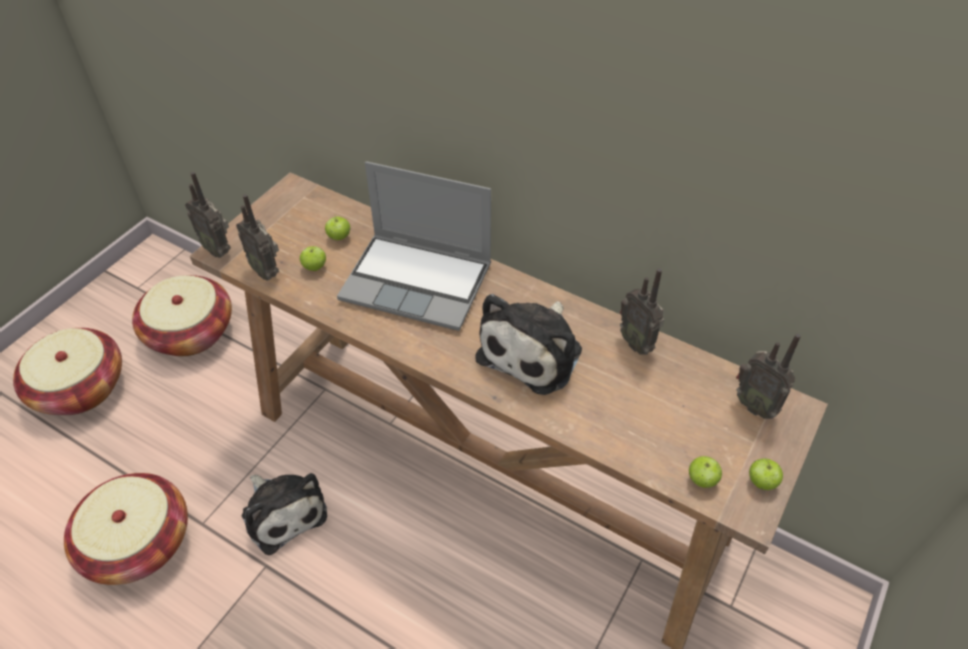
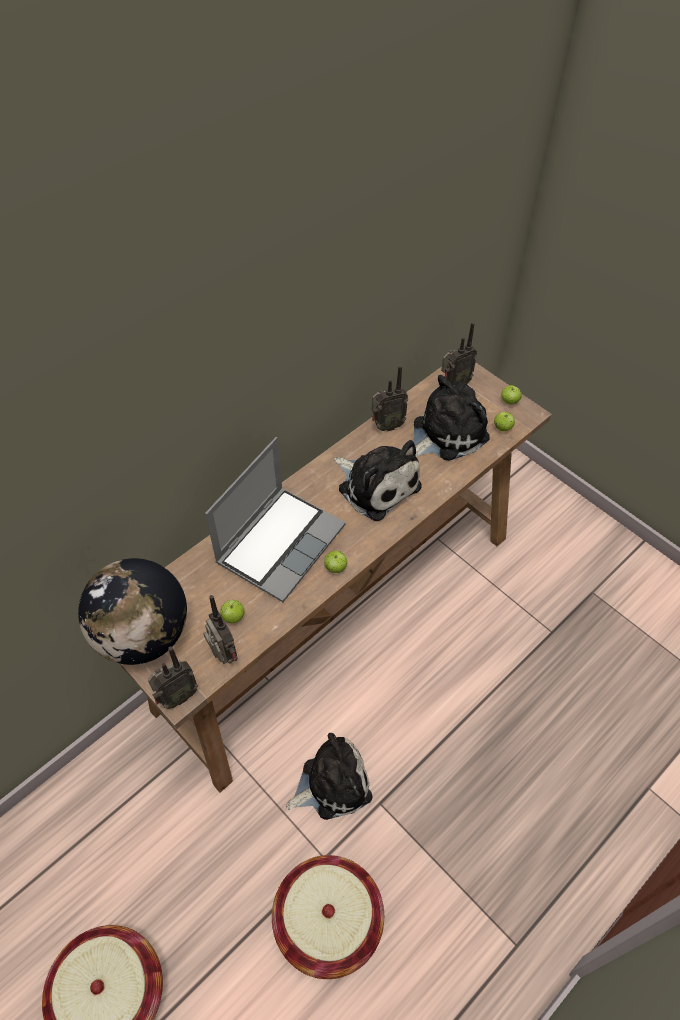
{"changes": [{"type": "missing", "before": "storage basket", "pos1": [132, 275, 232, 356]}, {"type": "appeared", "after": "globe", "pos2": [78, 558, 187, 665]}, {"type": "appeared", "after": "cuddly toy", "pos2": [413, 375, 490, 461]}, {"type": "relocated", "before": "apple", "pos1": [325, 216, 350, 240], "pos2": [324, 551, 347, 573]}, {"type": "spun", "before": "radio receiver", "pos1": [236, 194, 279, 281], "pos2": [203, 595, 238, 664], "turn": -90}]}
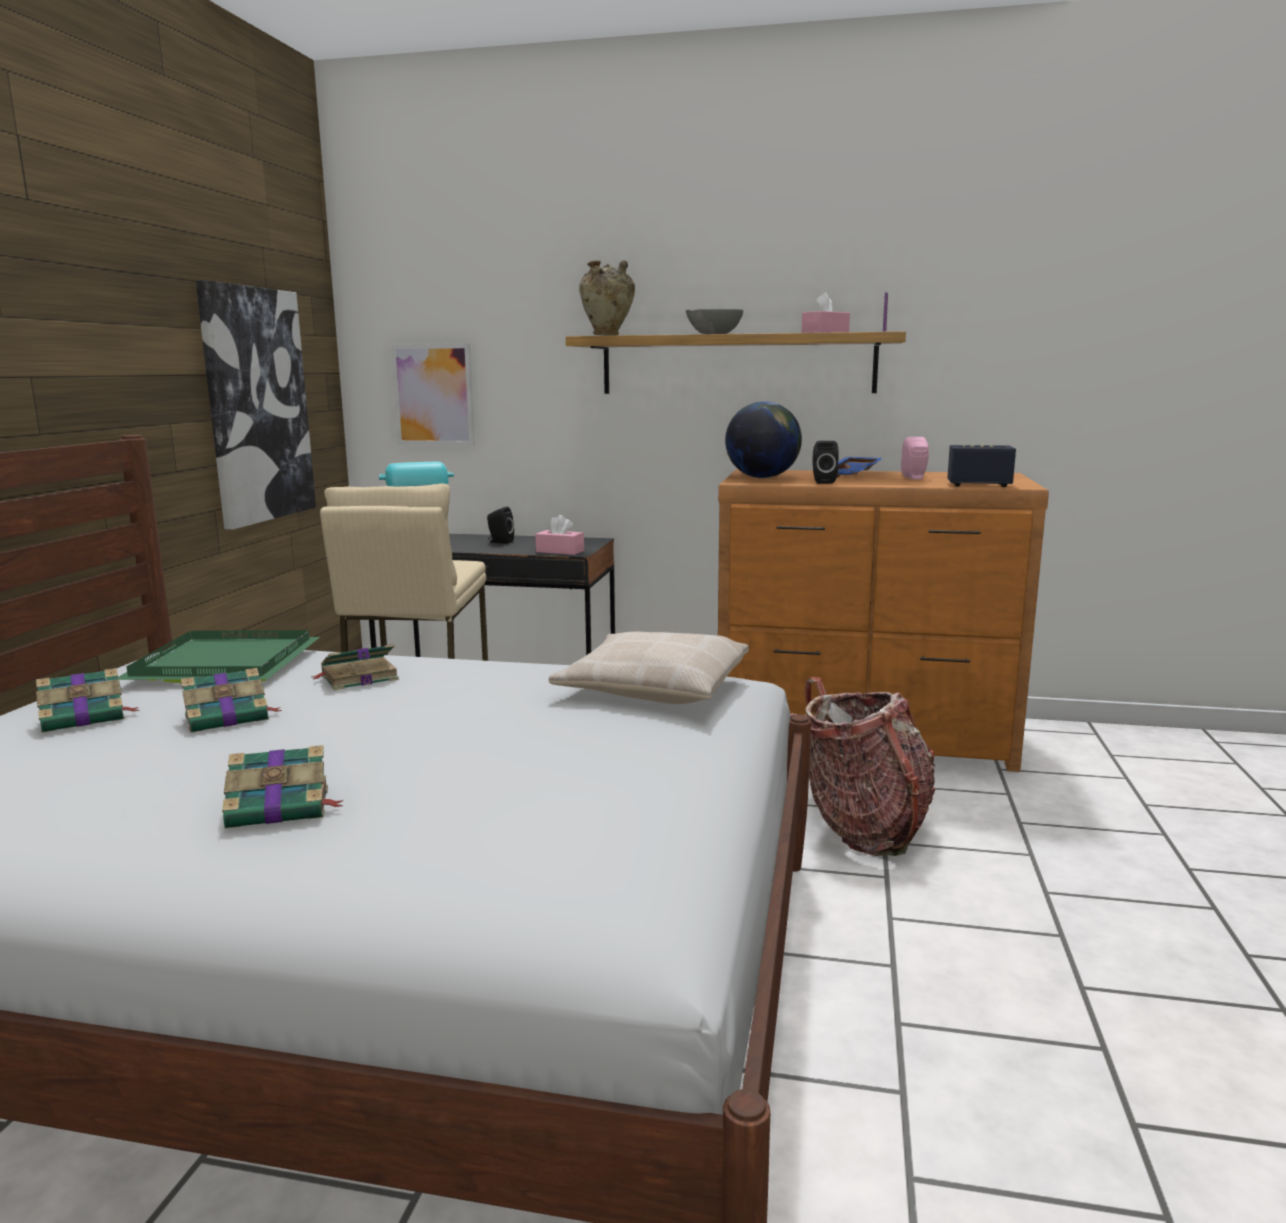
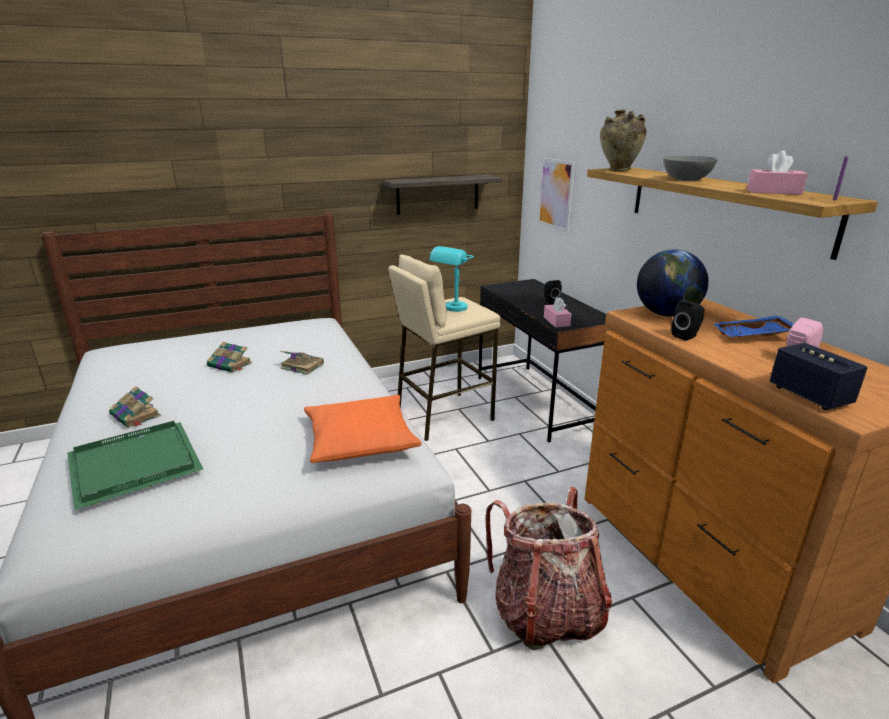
{"changes": [{"type": "missing", "before": "book", "pos1": [36, 668, 139, 733]}, {"type": "relocated", "before": "carrying tray/greenish", "pos1": [117, 630, 320, 683], "pos2": [67, 421, 203, 510]}, {"type": "exchanged", "before": "picture", "after": "shelf", "pos1": [196, 280, 316, 530], "pos2": [383, 175, 502, 215]}, {"type": "colour", "before": "throw pillow/beige-coloured", "after": "throw pillow/orange-coloured", "pos1": [549, 632, 749, 704], "pos2": [304, 395, 421, 463]}]}
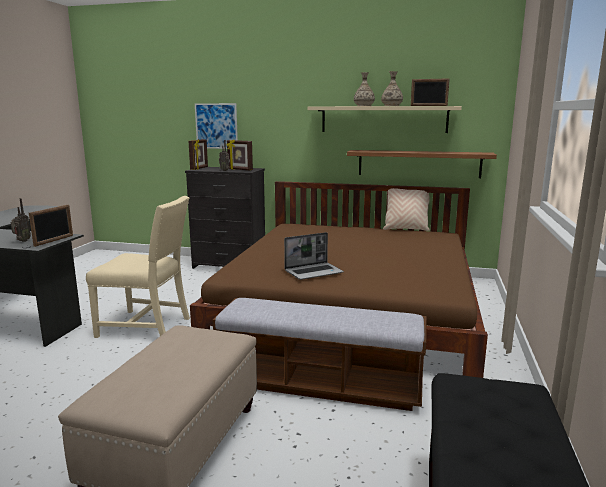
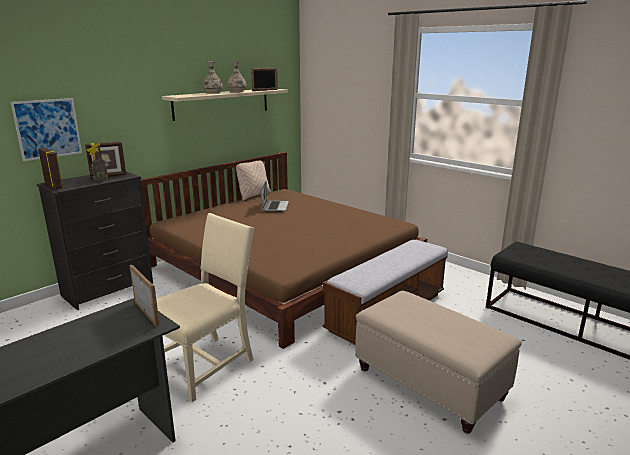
{"changes": [{"type": "missing", "before": "radio receiver", "pos1": [11, 198, 31, 242]}, {"type": "missing", "before": "shelf", "pos1": [347, 150, 497, 178]}, {"type": "relocated", "before": "notebook computer", "pos1": [284, 232, 344, 280], "pos2": [261, 180, 289, 212]}]}
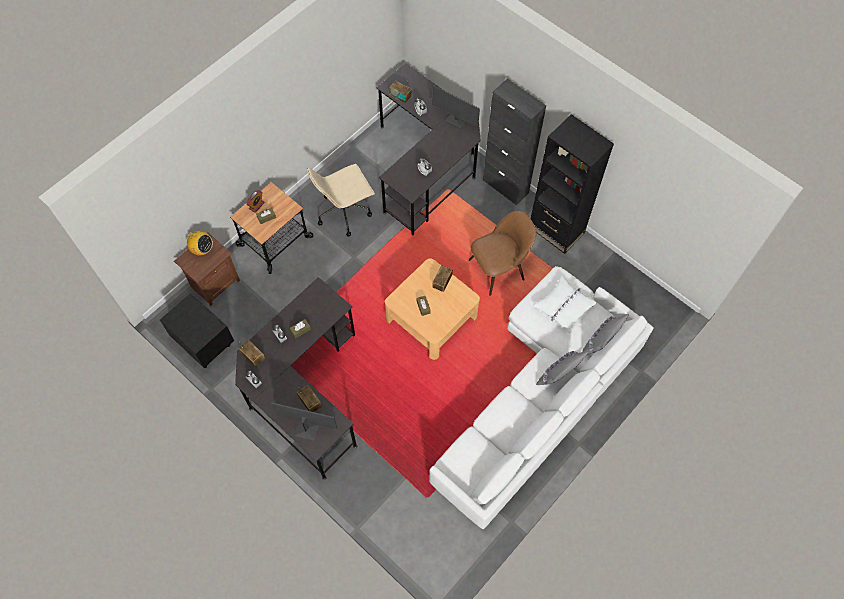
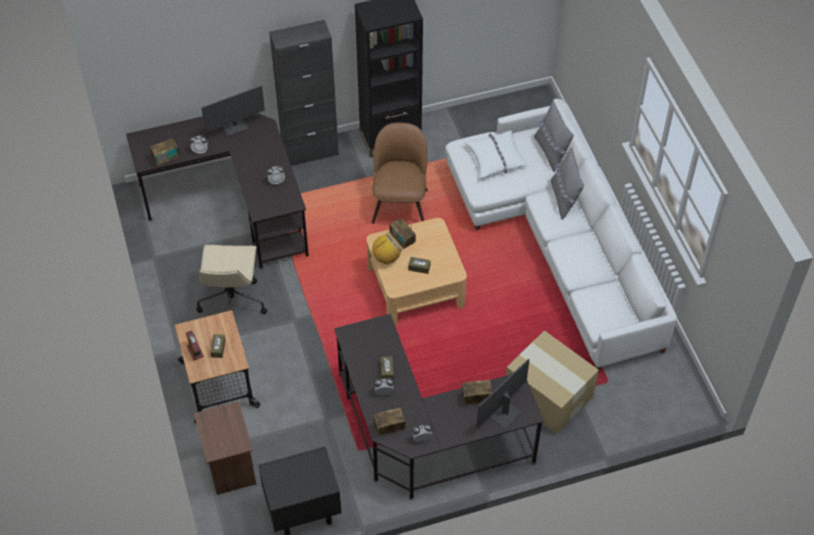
{"changes": [{"type": "appeared", "after": "carton", "pos2": [506, 330, 599, 434]}, {"type": "relocated", "before": "radio receiver", "pos1": [184, 231, 213, 255], "pos2": [372, 235, 401, 264]}]}
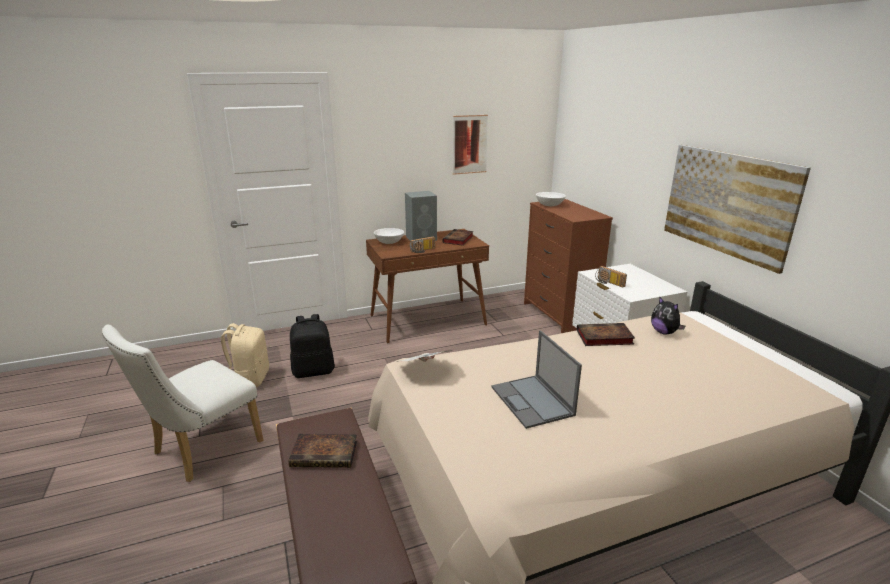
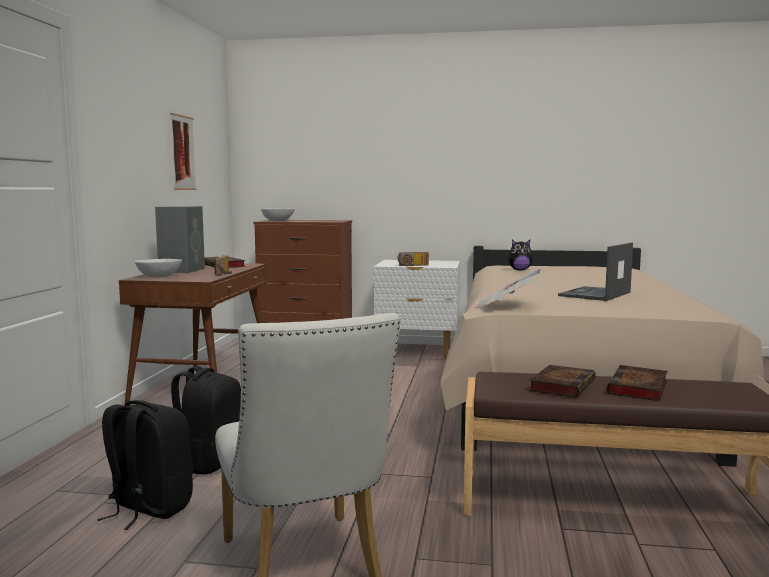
{"changes": [{"type": "missing", "before": "picture", "pos1": [664, 145, 811, 274]}, {"type": "relocated", "before": "book", "pos1": [577, 323, 635, 346], "pos2": [607, 365, 668, 401]}, {"type": "colour", "before": "backpack/beige-coloured", "after": "backpack/black-coloured", "pos1": [221, 323, 269, 387], "pos2": [97, 400, 193, 530]}, {"type": "spun", "before": "notebook computer", "pos1": [491, 330, 582, 429], "pos2": [558, 243, 633, 301], "turn": 120}]}
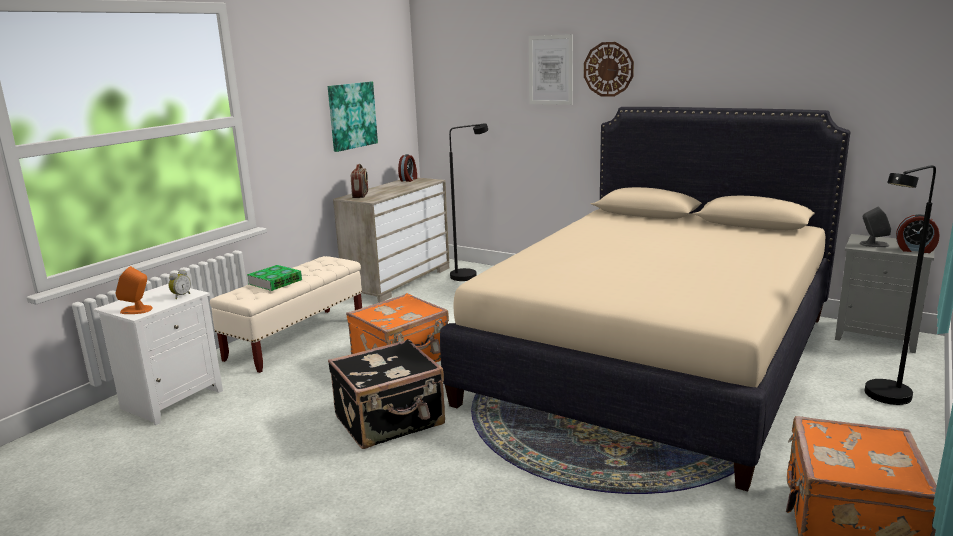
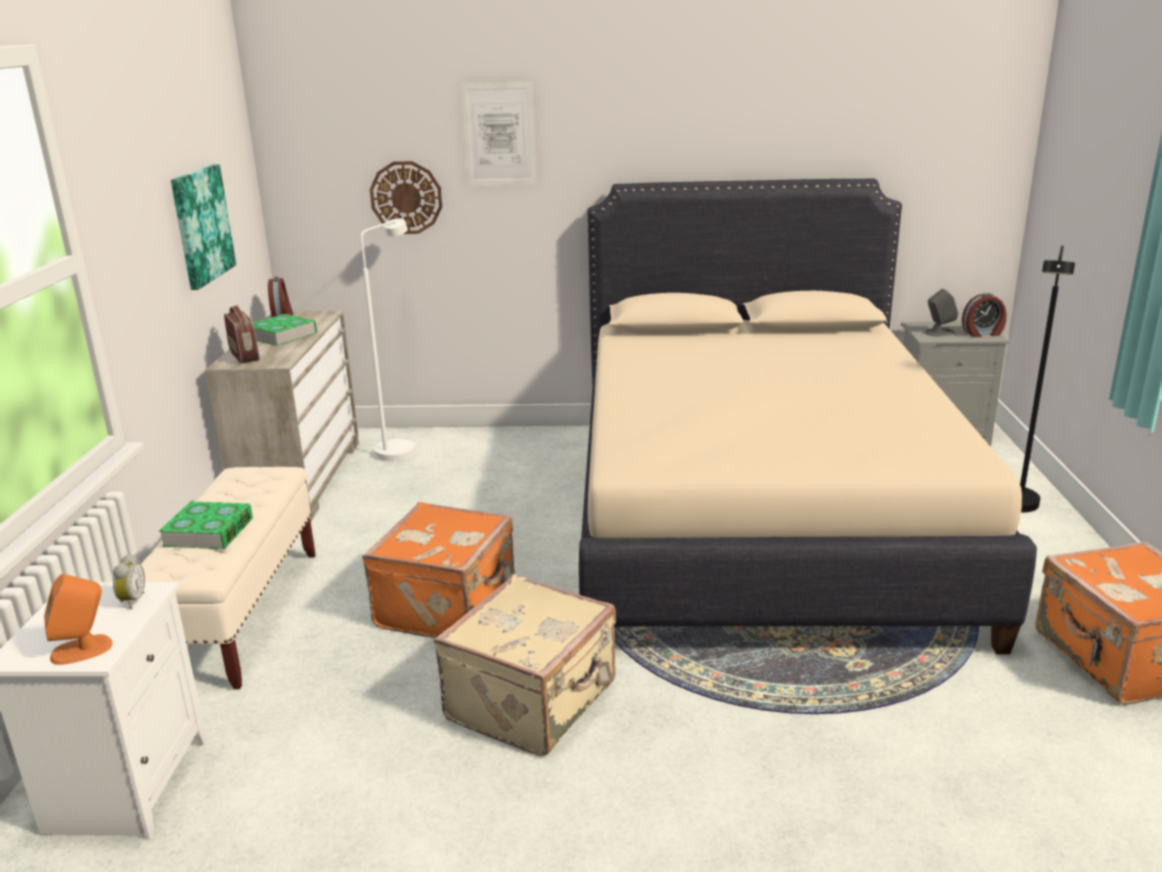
{"changes": [{"type": "appeared", "after": "book", "pos2": [253, 314, 317, 346]}, {"type": "relocated", "before": "hanging clock", "pos1": [584, 42, 634, 97], "pos2": [370, 161, 442, 234]}, {"type": "colour", "before": "piece of luggage/black-coloured", "after": "piece of luggage/beige-coloured", "pos1": [328, 339, 445, 449], "pos2": [434, 574, 616, 756]}, {"type": "colour", "before": "floor lamp/black-coloured", "after": "floor lamp/whitish", "pos1": [449, 123, 488, 281], "pos2": [361, 218, 416, 462]}]}
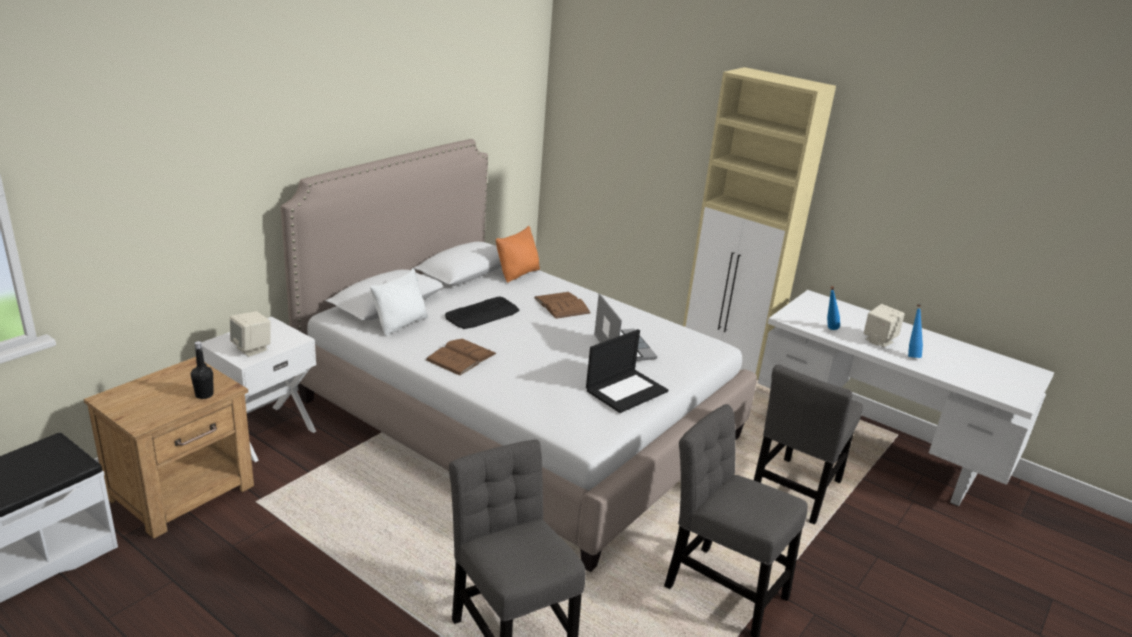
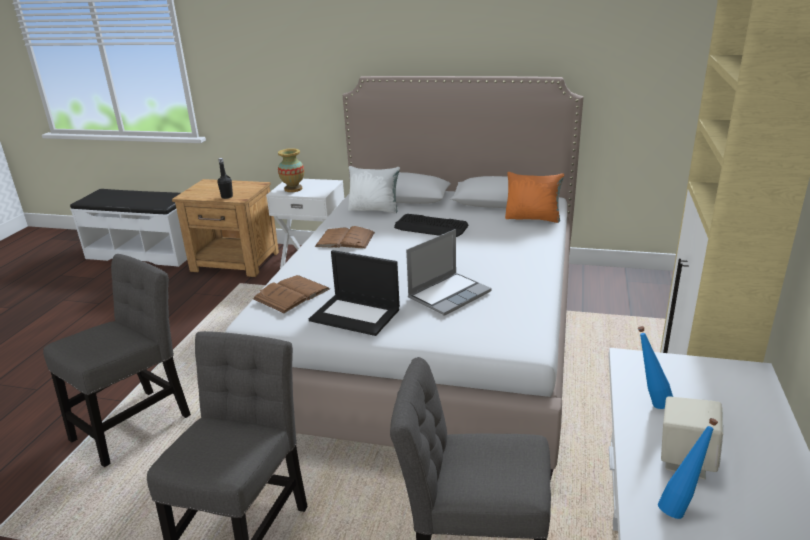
{"changes": [{"type": "relocated", "before": "book/brown", "pos1": [534, 292, 590, 319], "pos2": [253, 275, 330, 313]}, {"type": "exchanged", "before": "speaker/beige-coloured", "after": "vase", "pos1": [230, 311, 271, 357], "pos2": [278, 148, 304, 192]}]}
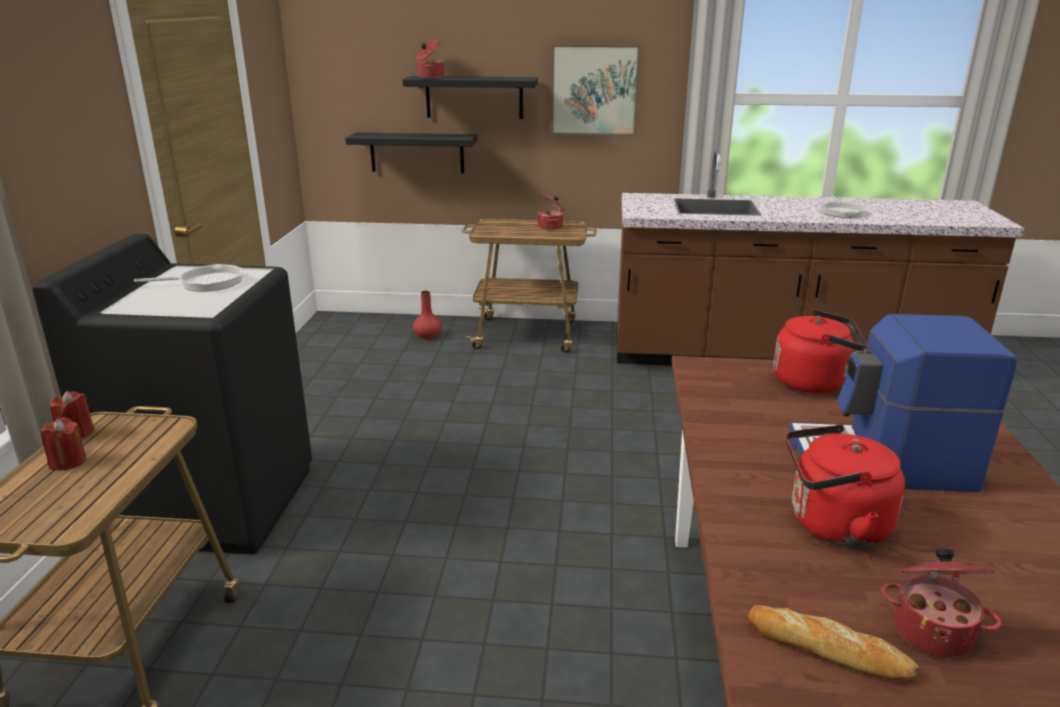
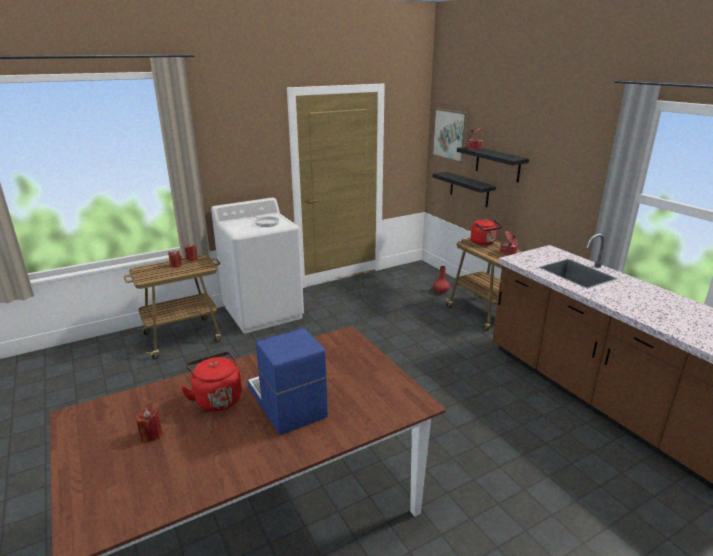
{"changes": [{"type": "missing", "before": "bread", "pos1": [748, 605, 919, 680]}, {"type": "missing", "before": "skillet", "pos1": [821, 195, 868, 218]}, {"type": "relocated", "before": "picture", "pos1": [551, 44, 640, 136], "pos2": [432, 108, 469, 163]}, {"type": "relocated", "before": "kettle/red-coloured", "pos1": [773, 310, 867, 393], "pos2": [471, 219, 503, 245]}, {"type": "exchanged", "before": "stockpot", "after": "candle/red-coloured", "pos1": [881, 549, 1001, 658], "pos2": [136, 408, 163, 442]}, {"type": "colour", "before": "laundry machine/black-coloured", "after": "laundry machine/whitish", "pos1": [32, 234, 312, 554], "pos2": [211, 198, 304, 334]}]}
